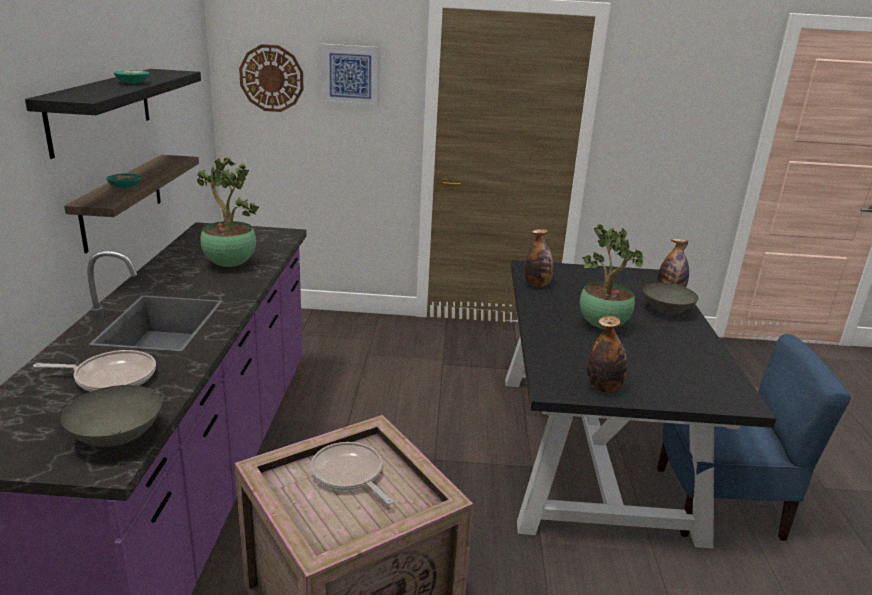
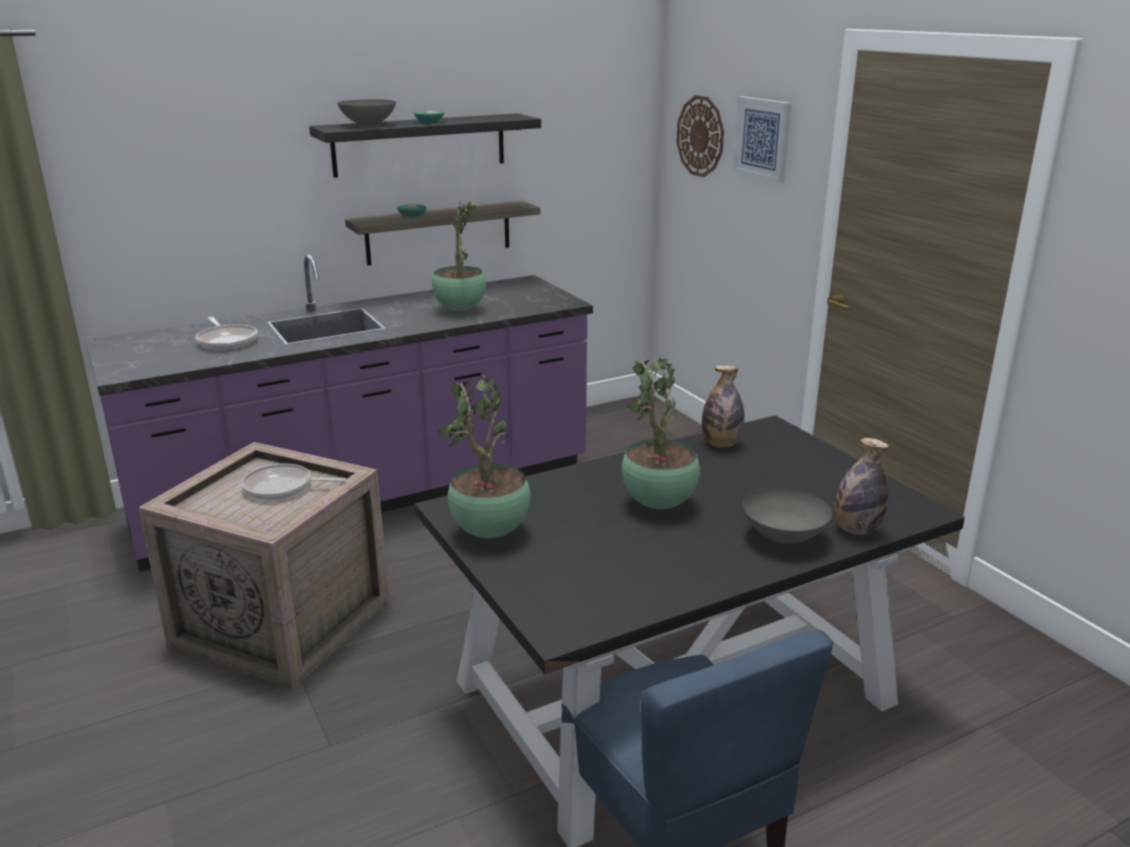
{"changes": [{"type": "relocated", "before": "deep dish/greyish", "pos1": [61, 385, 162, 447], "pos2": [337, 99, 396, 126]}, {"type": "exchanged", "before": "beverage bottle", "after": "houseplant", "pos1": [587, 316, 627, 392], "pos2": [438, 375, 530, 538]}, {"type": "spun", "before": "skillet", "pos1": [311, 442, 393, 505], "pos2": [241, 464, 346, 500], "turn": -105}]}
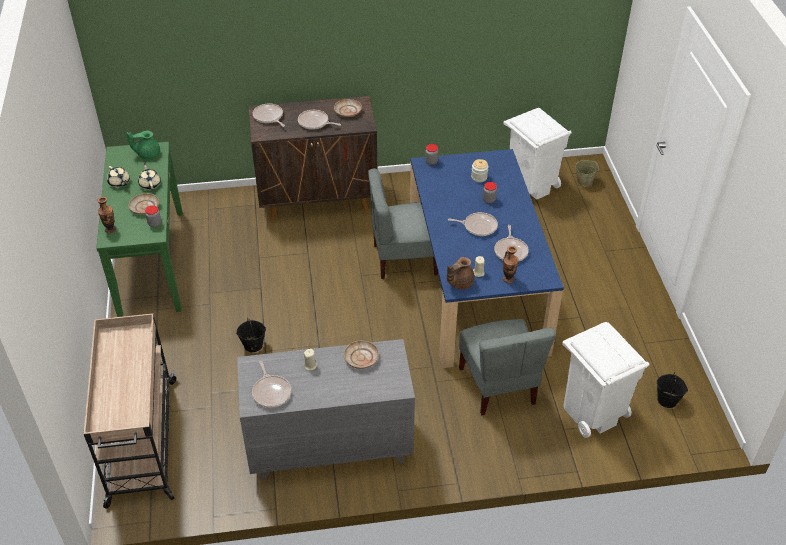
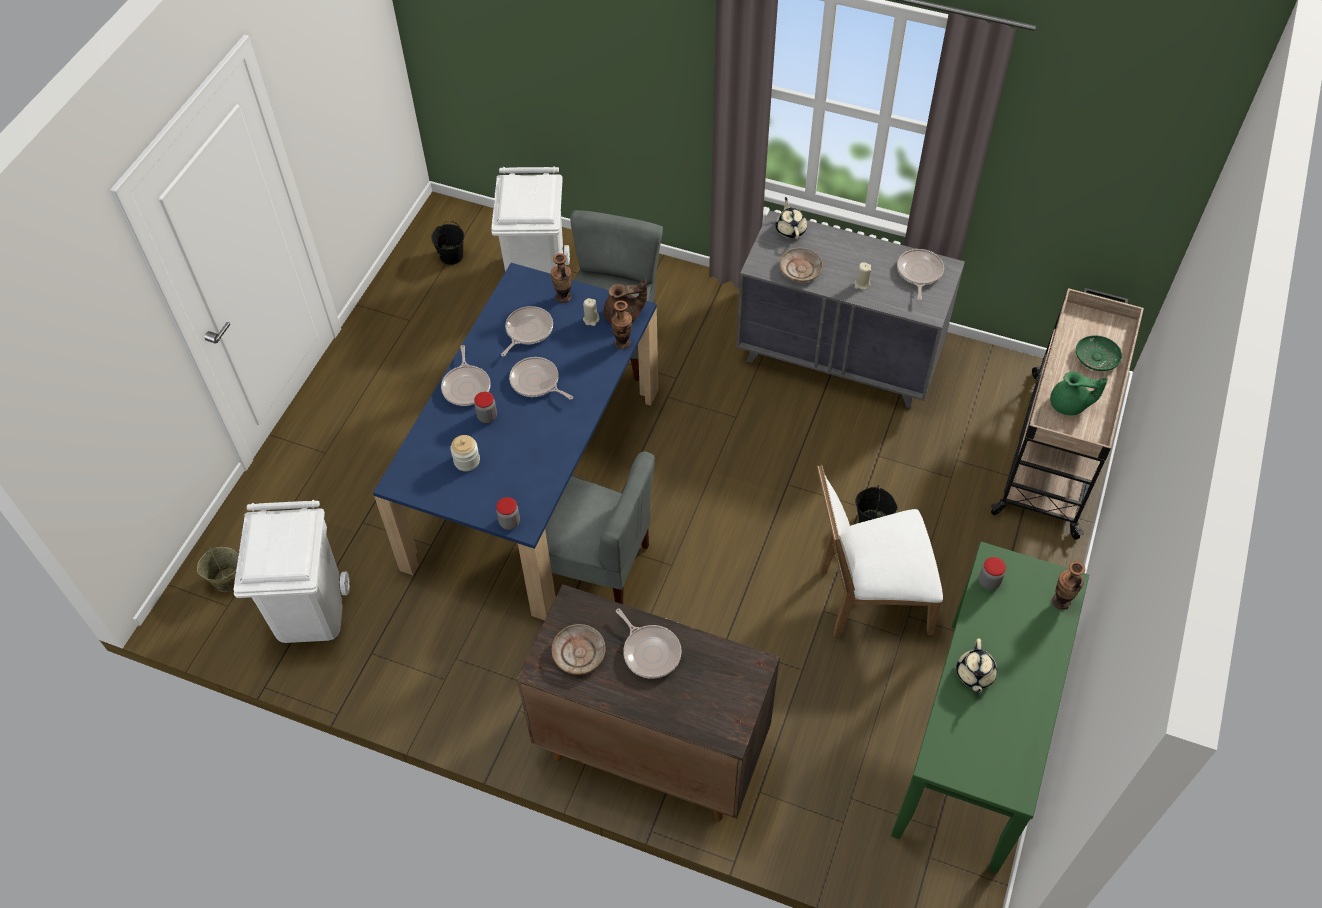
{"changes": [{"type": "missing", "before": "dinner plate/beige-coloured", "pos1": [129, 193, 159, 215]}, {"type": "appeared", "after": "vase", "pos2": [611, 300, 632, 349]}, {"type": "appeared", "after": "upright chair/whitish", "pos2": [817, 464, 943, 638]}, {"type": "appeared", "after": "dinner plate/greenish", "pos2": [1076, 335, 1122, 371]}, {"type": "relocated", "before": "teapot/beige-coloured", "pos1": [107, 166, 130, 188], "pos2": [775, 197, 807, 239]}, {"type": "relocated", "before": "teapot/greenish", "pos1": [126, 131, 160, 159], "pos2": [1050, 371, 1108, 416]}, {"type": "relocated", "before": "skillet", "pos1": [253, 104, 285, 127], "pos2": [441, 345, 491, 406]}]}
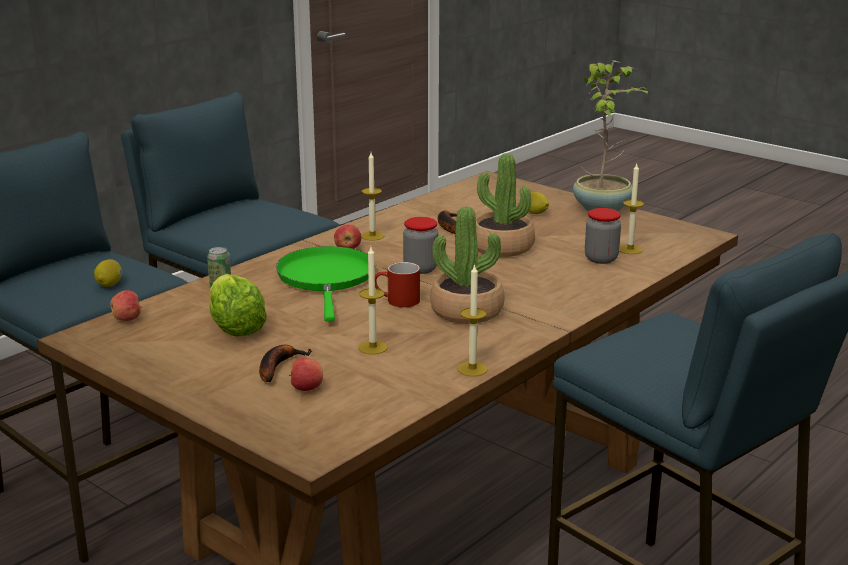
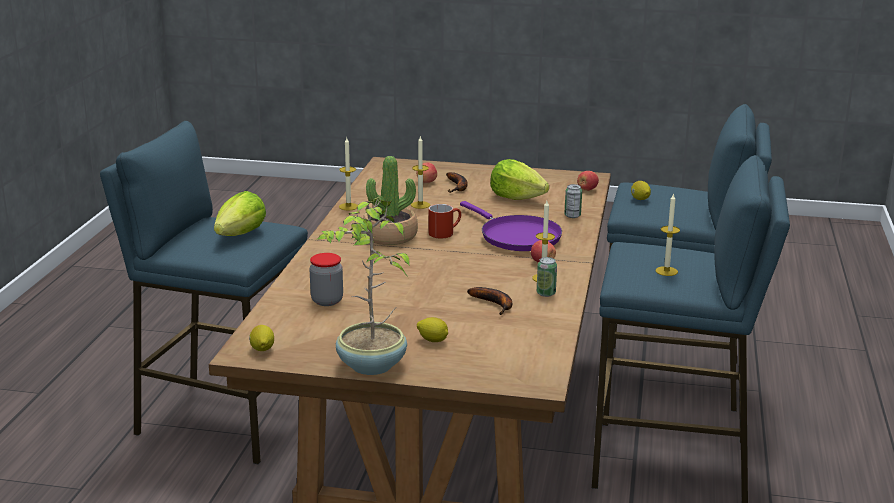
{"changes": [{"type": "missing", "before": "jar", "pos1": [403, 217, 438, 274]}, {"type": "missing", "before": "houseplant", "pos1": [476, 153, 535, 257]}, {"type": "appeared", "after": "head of lettuce", "pos2": [214, 191, 266, 236]}, {"type": "appeared", "after": "lemon", "pos2": [249, 325, 274, 351]}, {"type": "appeared", "after": "sealed can", "pos2": [537, 257, 557, 297]}, {"type": "relocated", "before": "candle", "pos1": [619, 164, 644, 254], "pos2": [655, 193, 680, 276]}, {"type": "colour", "before": "skillet/greenish", "after": "skillet/purple", "pos1": [276, 246, 368, 321], "pos2": [460, 201, 562, 251]}]}
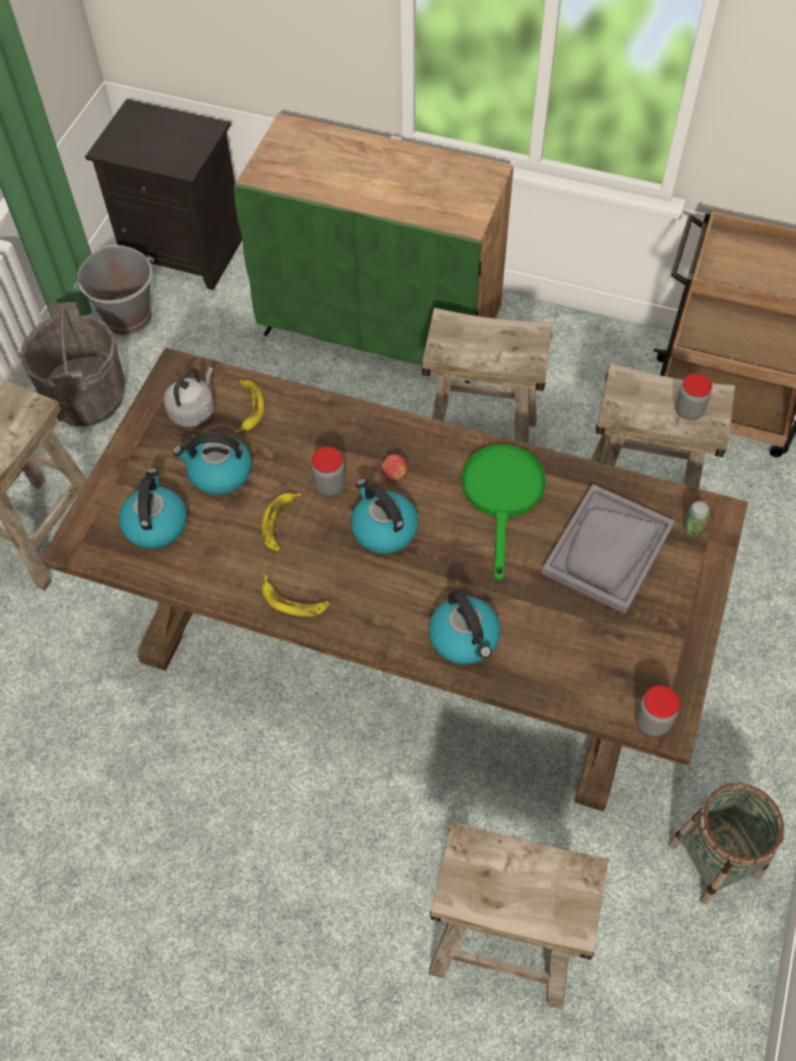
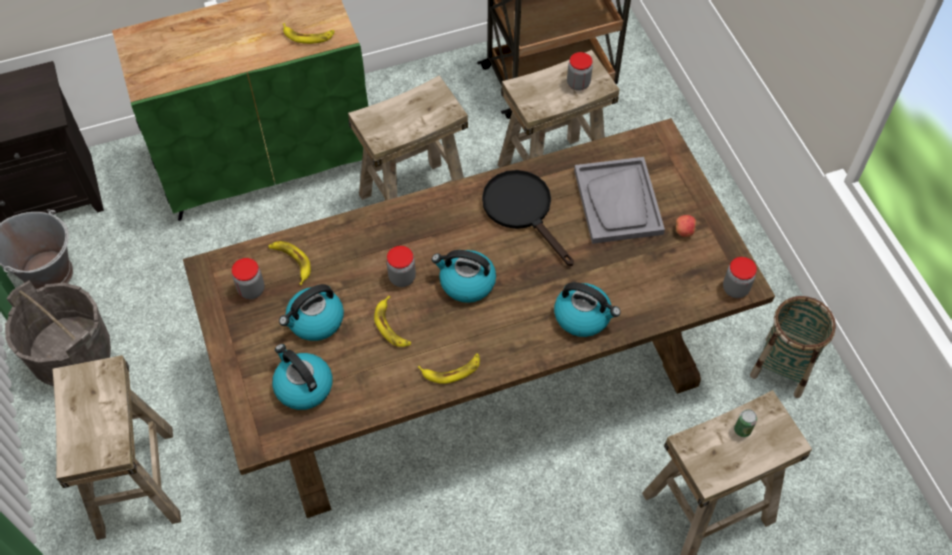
{"changes": [{"type": "appeared", "after": "banana fruit", "pos2": [283, 23, 335, 44]}, {"type": "relocated", "before": "apple", "pos1": [381, 454, 408, 480], "pos2": [676, 215, 696, 237]}, {"type": "relocated", "before": "sealed can", "pos1": [683, 501, 710, 536], "pos2": [734, 409, 757, 437]}, {"type": "exchanged", "before": "kettle/greyish", "after": "jar", "pos1": [164, 367, 214, 427], "pos2": [232, 258, 264, 299]}, {"type": "colour", "before": "skillet/greenish", "after": "skillet/black-coloured", "pos1": [461, 445, 546, 581], "pos2": [482, 170, 574, 266]}]}
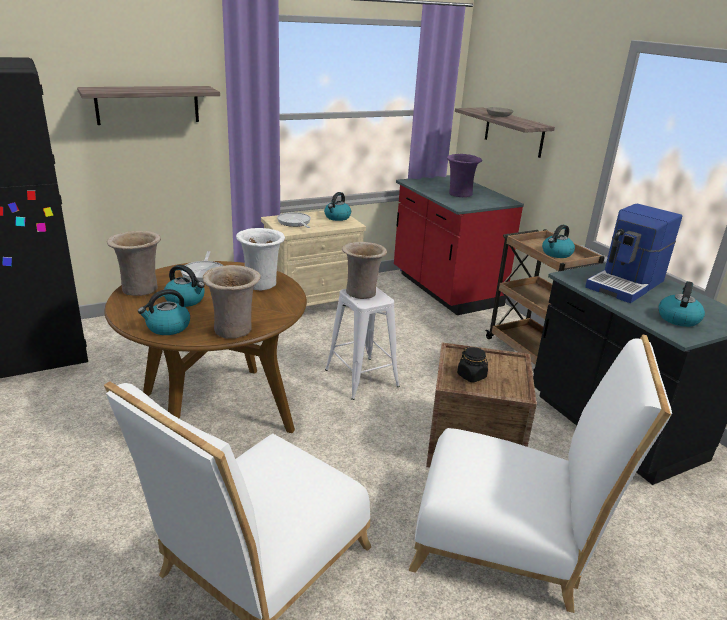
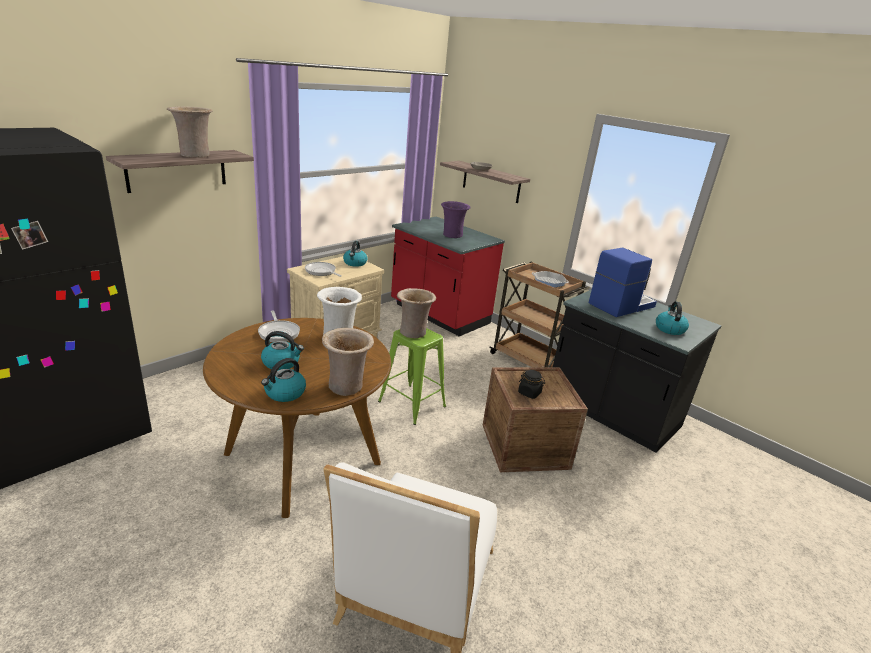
{"changes": [{"type": "missing", "before": "upright chair/whitish", "pos1": [409, 335, 672, 613]}, {"type": "relocated", "before": "vase/beige-coloured", "pos1": [106, 231, 161, 296], "pos2": [167, 106, 212, 158]}, {"type": "exchanged", "before": "kettle", "after": "skillet", "pos1": [542, 225, 575, 258], "pos2": [532, 271, 569, 287]}, {"type": "colour", "before": "sitting stool/whitish", "after": "sitting stool/greenish", "pos1": [325, 287, 400, 400], "pos2": [378, 328, 446, 425]}, {"type": "spun", "before": "coffee machine", "pos1": [585, 204, 682, 303], "pos2": [589, 248, 657, 317], "turn": -150}]}
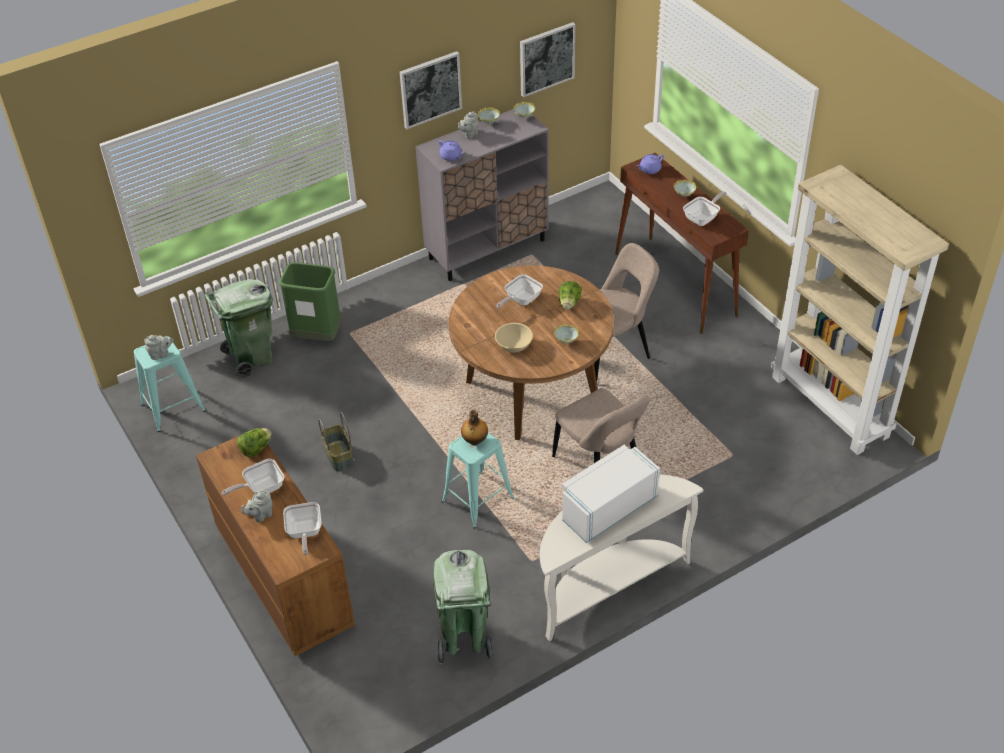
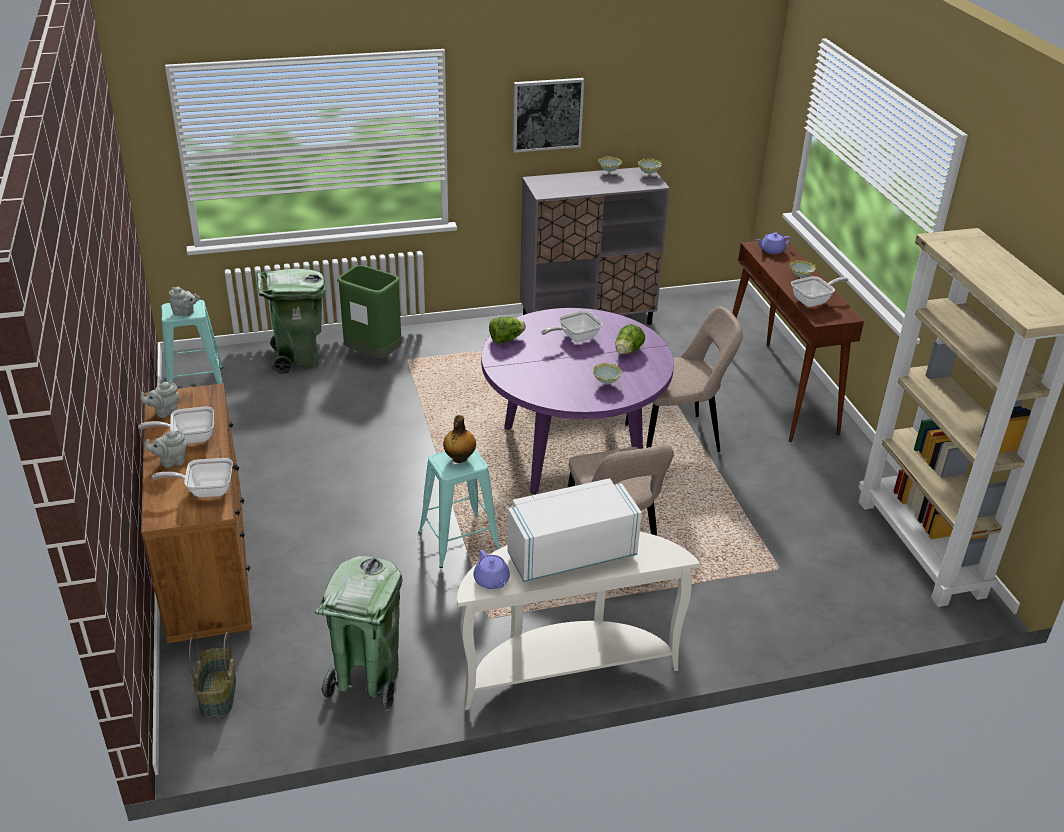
{"changes": [{"type": "missing", "before": "deep dish/beige-coloured", "pos1": [495, 323, 533, 352]}, {"type": "missing", "before": "picture", "pos1": [520, 22, 575, 97]}, {"type": "relocated", "before": "head of lettuce", "pos1": [237, 428, 272, 457], "pos2": [489, 317, 526, 344]}, {"type": "relocated", "before": "storage basket", "pos1": [318, 412, 354, 472], "pos2": [189, 632, 236, 717]}, {"type": "relocated", "before": "teapot/purple", "pos1": [439, 140, 463, 161], "pos2": [474, 550, 510, 589]}, {"type": "relocated", "before": "teapot/greyish", "pos1": [458, 111, 479, 139], "pos2": [140, 381, 179, 418]}, {"type": "colour", "before": "kitchen table/brown", "after": "kitchen table/purple", "pos1": [449, 265, 614, 440], "pos2": [481, 308, 674, 495]}, {"type": "spun", "before": "skillet", "pos1": [283, 502, 322, 556], "pos2": [152, 458, 233, 497], "turn": 75}]}
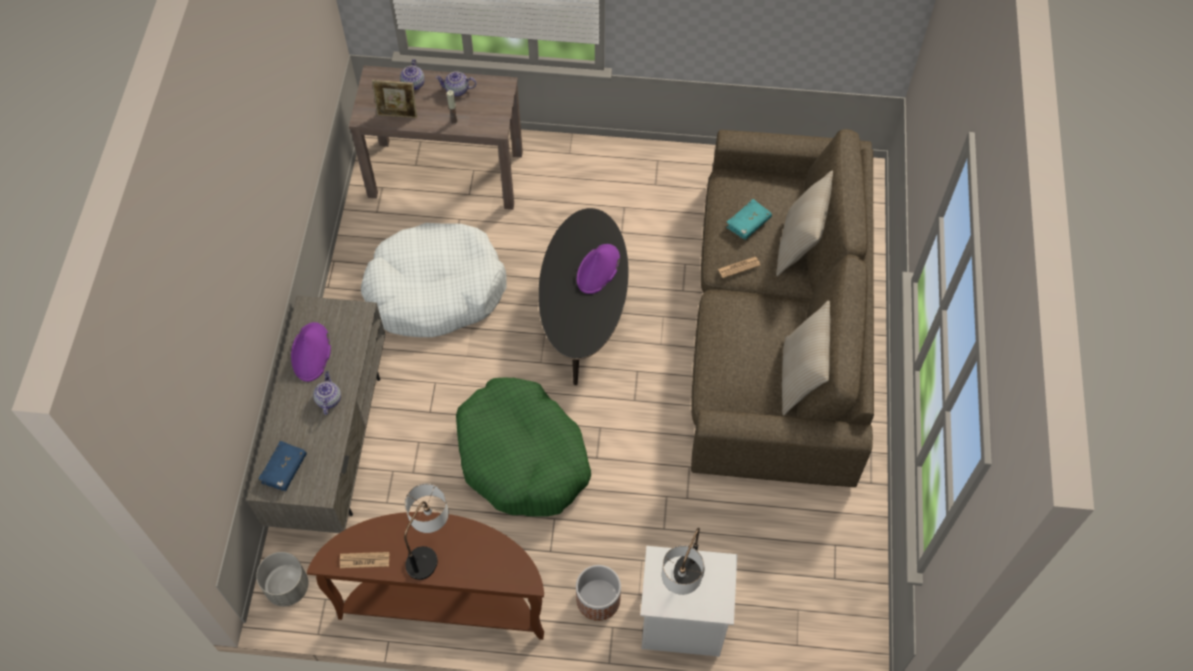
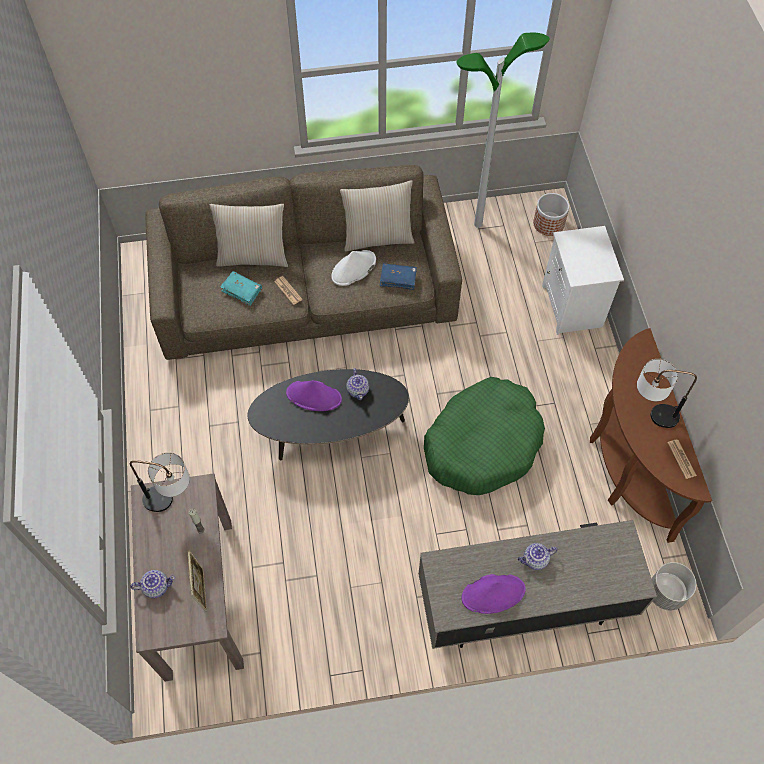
{"changes": [{"type": "missing", "before": "dog cushion/whitish", "pos1": [361, 223, 507, 337]}, {"type": "appeared", "after": "clothing hat/whitish", "pos2": [331, 250, 376, 286]}, {"type": "appeared", "after": "floor lamp", "pos2": [456, 33, 550, 228]}, {"type": "relocated", "before": "book/blue", "pos1": [258, 441, 307, 491], "pos2": [380, 263, 417, 290]}, {"type": "relocated", "before": "teapot", "pos1": [435, 71, 477, 96], "pos2": [346, 368, 369, 400]}, {"type": "relocated", "before": "planter", "pos1": [576, 565, 621, 621], "pos2": [533, 193, 569, 236]}, {"type": "relocated", "before": "tabletop lamp", "pos1": [662, 528, 705, 595], "pos2": [130, 452, 190, 512]}]}
